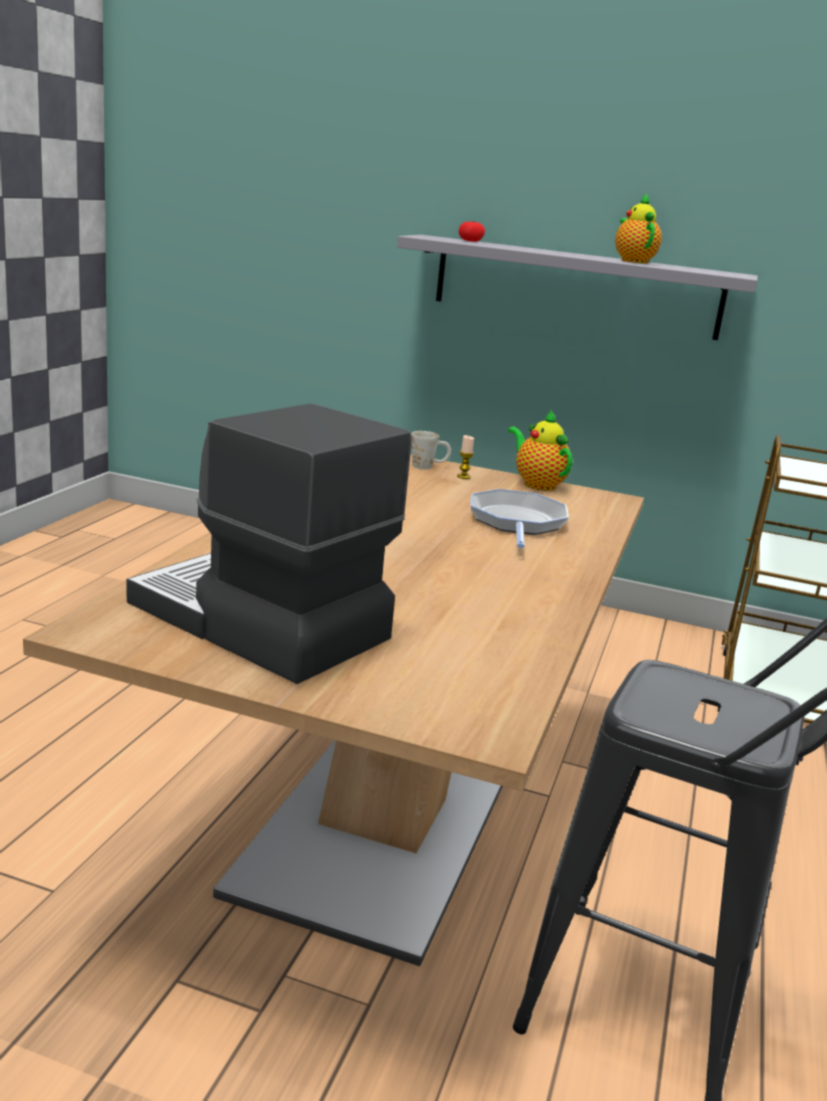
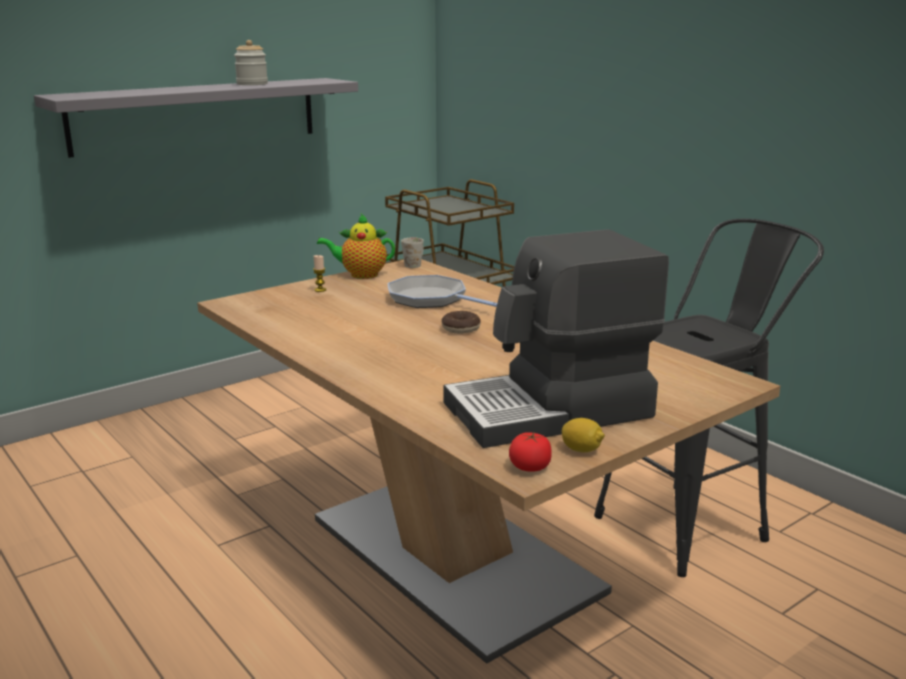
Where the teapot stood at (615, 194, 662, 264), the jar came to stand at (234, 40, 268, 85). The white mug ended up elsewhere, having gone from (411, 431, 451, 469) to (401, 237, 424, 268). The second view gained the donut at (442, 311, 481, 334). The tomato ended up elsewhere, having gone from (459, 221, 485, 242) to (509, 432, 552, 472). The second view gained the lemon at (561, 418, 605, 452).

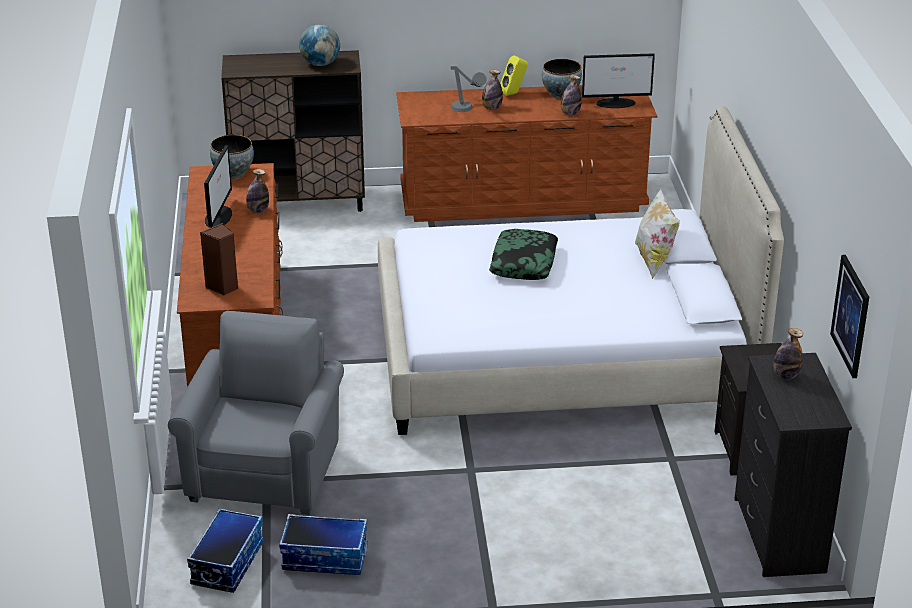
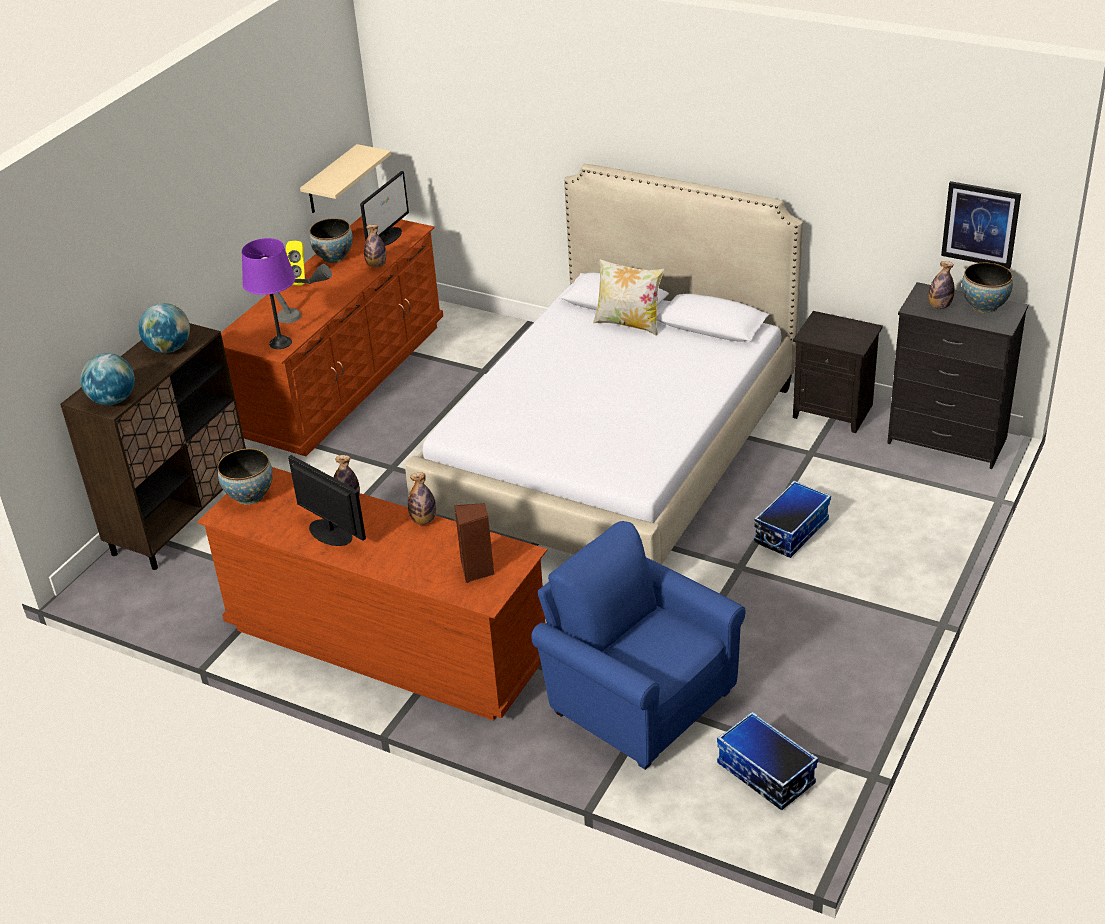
The second view gained the globe at (81, 353, 135, 405). The second view gained the purple table lamp at (242, 238, 295, 349). The second view gained the beige shelf at (300, 144, 391, 213). The bottle ended up elsewhere, having gone from (482, 70, 503, 110) to (408, 472, 436, 525). What was the grey armchair at (168, 311, 344, 515) turned into the blue armchair at (531, 521, 746, 770). The storage box ended up elsewhere, having gone from (279, 514, 367, 575) to (754, 481, 831, 558). The second view gained the bowl at (962, 263, 1013, 313). The second view lost the pillow at (489, 229, 558, 280).

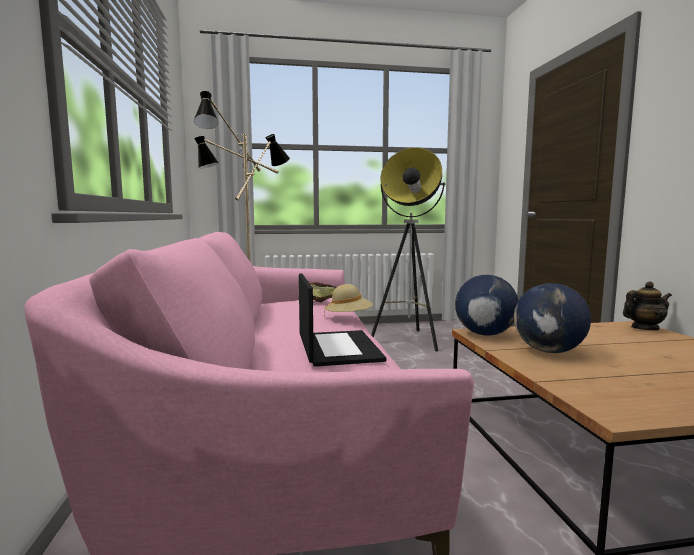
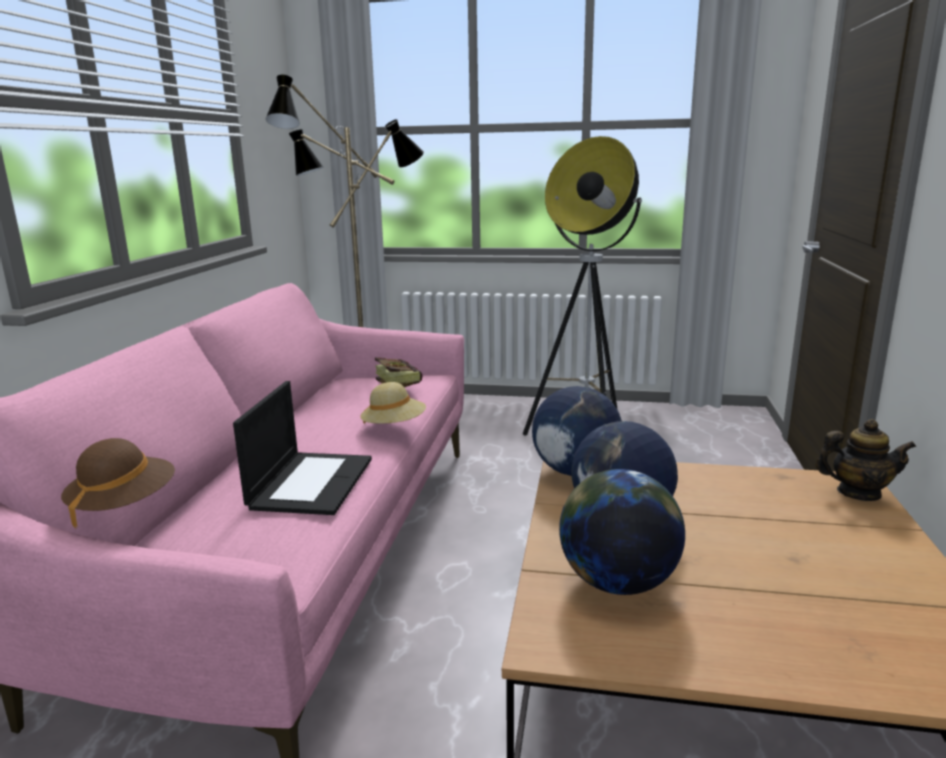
The second view gained the brown hat at (61, 438, 175, 529). The second view gained the globe at (559, 469, 685, 595).

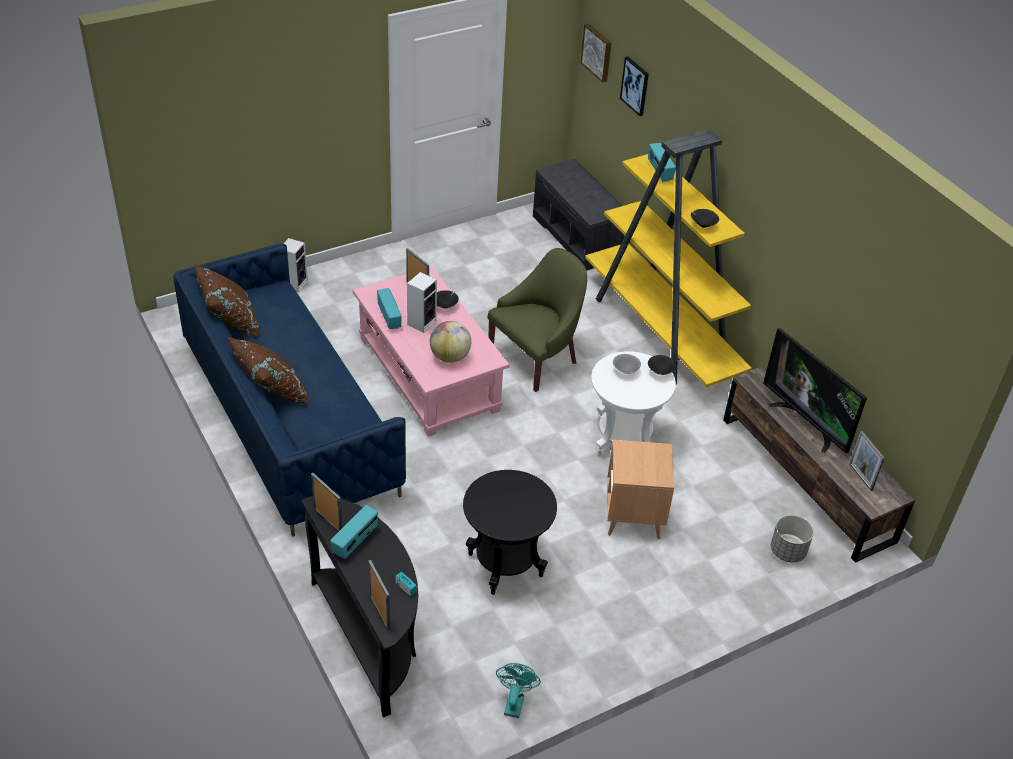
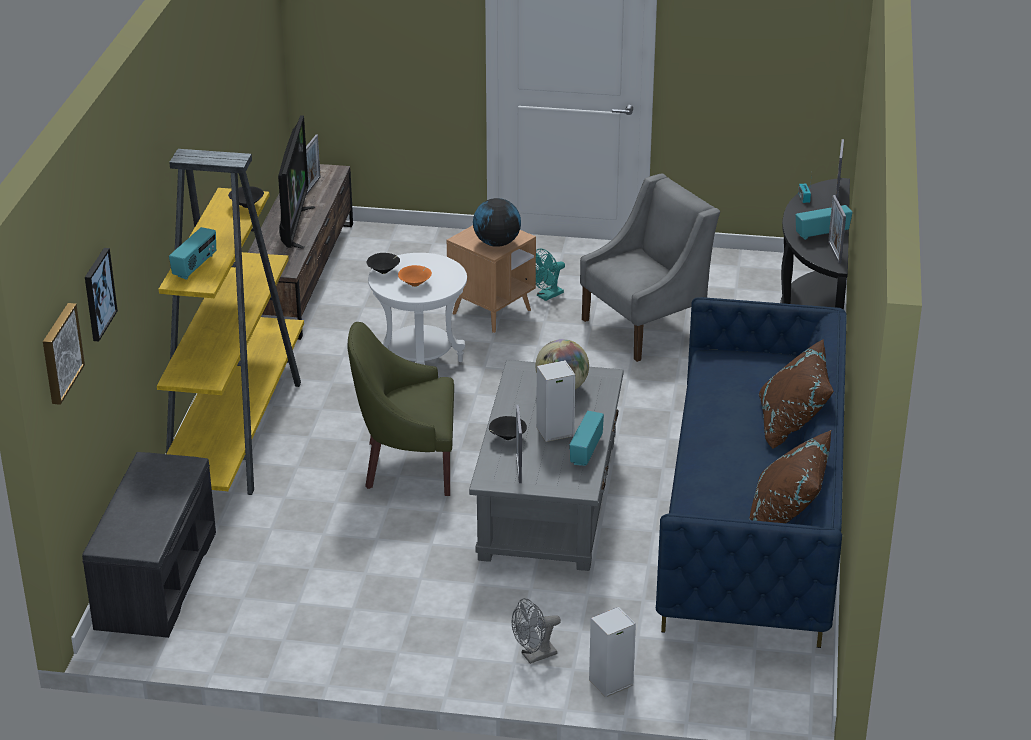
What was the grey bowl at (613, 354, 641, 374) turned into the orange bowl at (398, 265, 432, 287). What was the pink coffee table at (353, 266, 510, 437) turned into the grey coffee table at (469, 360, 624, 571). The second view gained the globe at (473, 198, 521, 247). The second view gained the grey fan at (512, 598, 561, 664). The turquoise fan ended up elsewhere, having gone from (496, 663, 541, 718) to (536, 249, 565, 301). Where the black side table stood at (463, 470, 557, 595), the grey armchair came to stand at (580, 173, 720, 362). The second view lost the grey planter at (771, 515, 814, 563).

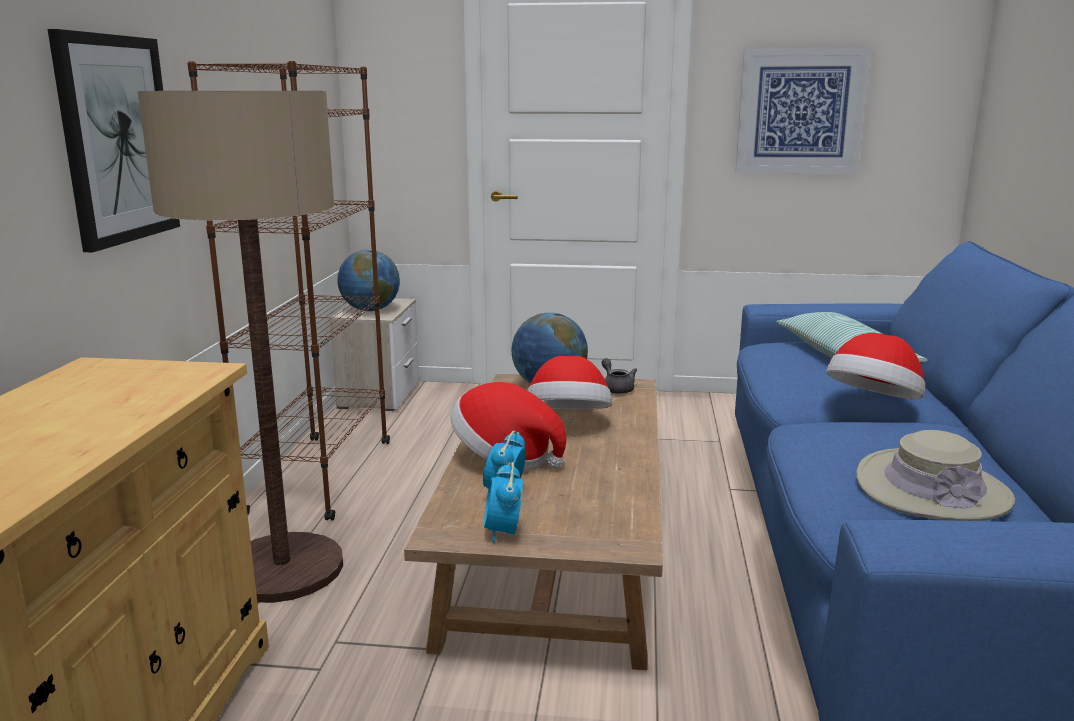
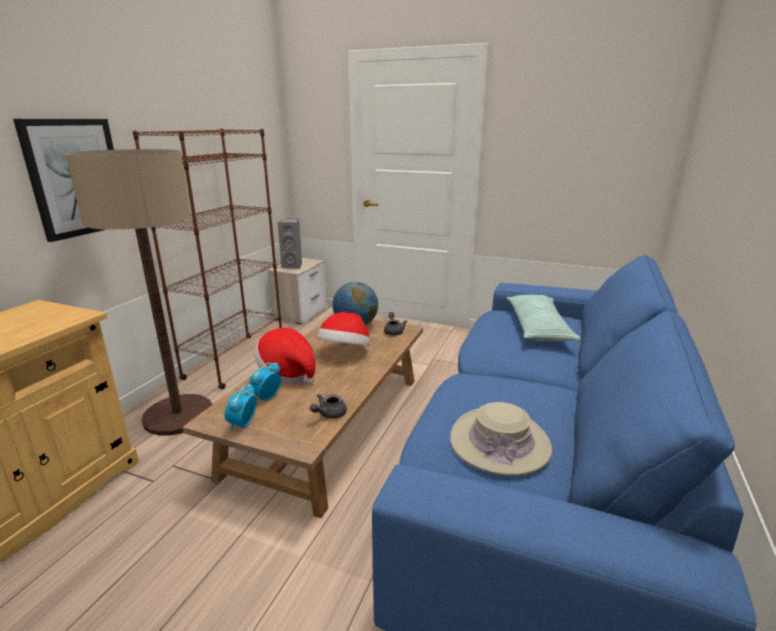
Where the globe stood at (338, 250, 400, 311), the grey speaker came to stand at (277, 219, 302, 269). The second view gained the grey teapot at (310, 394, 347, 419). The second view lost the picture at (736, 47, 871, 174). The second view lost the hat at (826, 333, 925, 400).

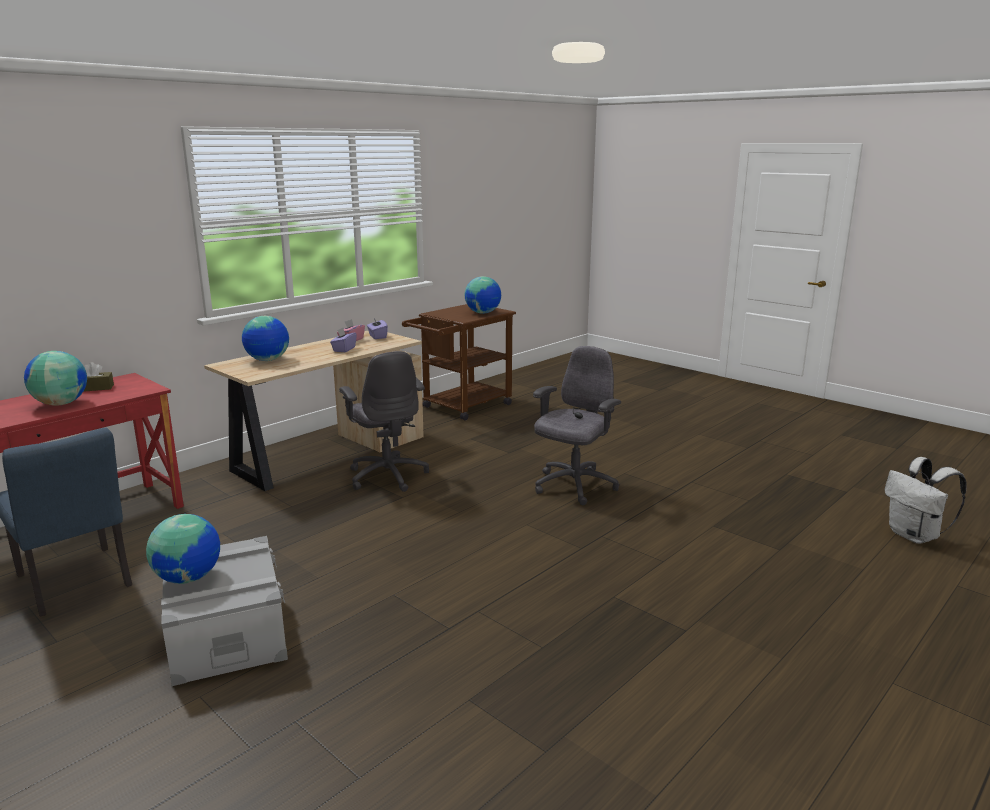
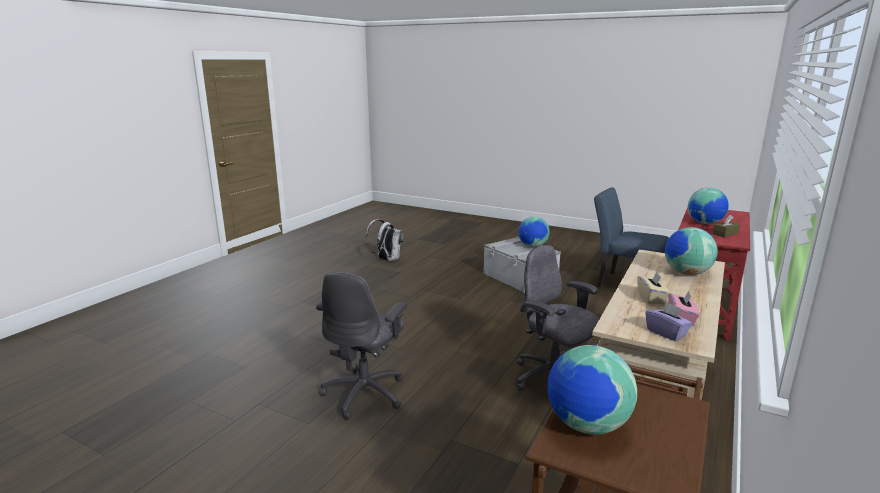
The white backpack ended up elsewhere, having gone from (885, 457, 967, 544) to (366, 219, 403, 261). What was the purple tissue box at (330, 328, 357, 352) turned into the beige tissue box at (637, 272, 670, 304).

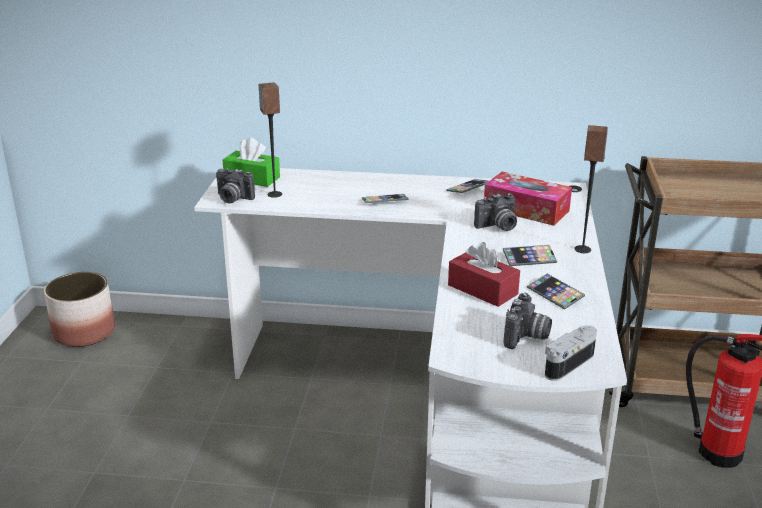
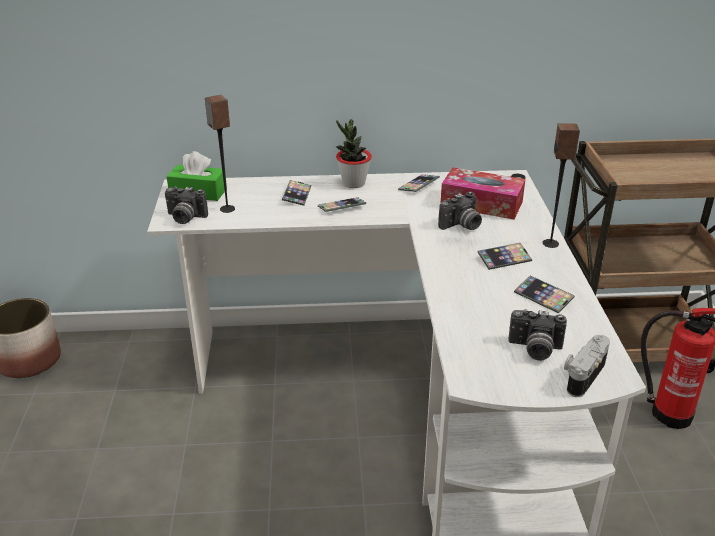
The second view gained the phone at (282, 180, 312, 206). The second view gained the potted plant at (336, 119, 372, 188). The photo camera at (503, 293, 552, 349) ended up facing another way, 90 degrees clockwise from before. The second view lost the red tissue box at (448, 242, 520, 307).

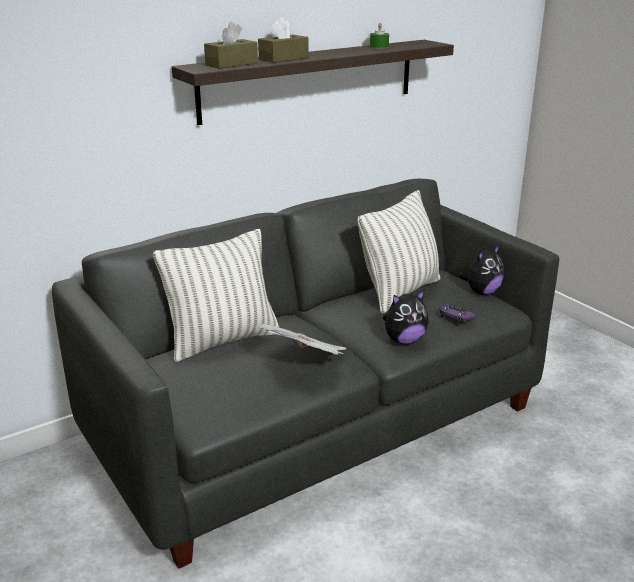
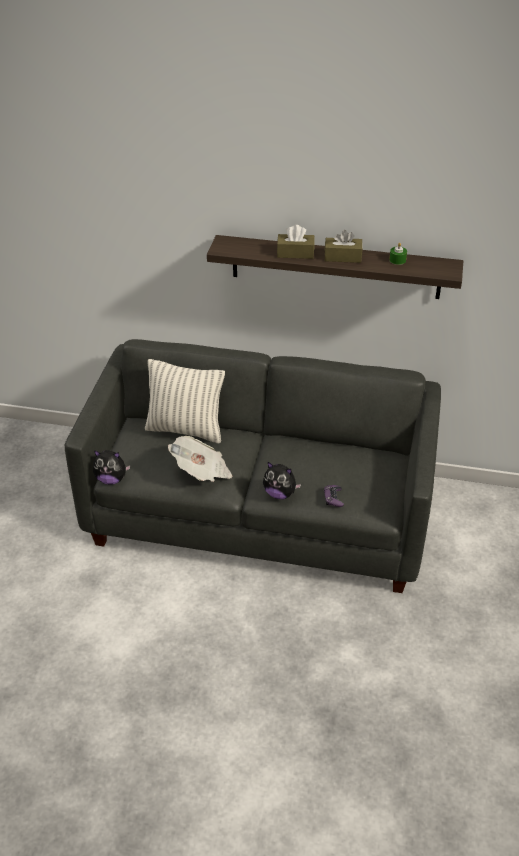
The plush toy ended up elsewhere, having gone from (458, 244, 504, 295) to (93, 450, 131, 485). The brown tissue box ended up elsewhere, having gone from (204, 22, 258, 69) to (324, 230, 362, 263). The second view lost the pillow at (357, 190, 440, 314).

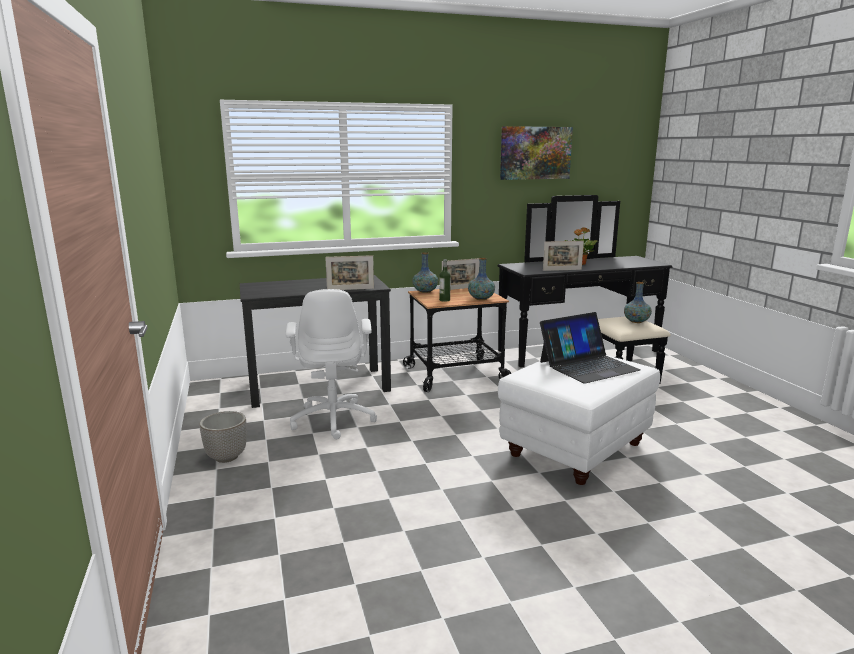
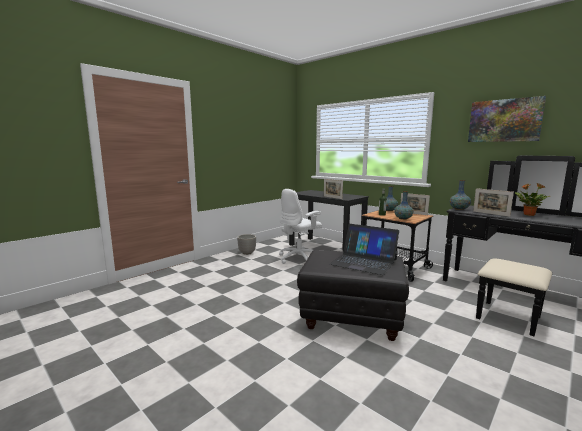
What was the white ottoman at (498, 355, 660, 485) turned into the black ottoman at (297, 250, 409, 341). The vase ended up elsewhere, having gone from (624, 282, 652, 323) to (450, 180, 471, 210).

